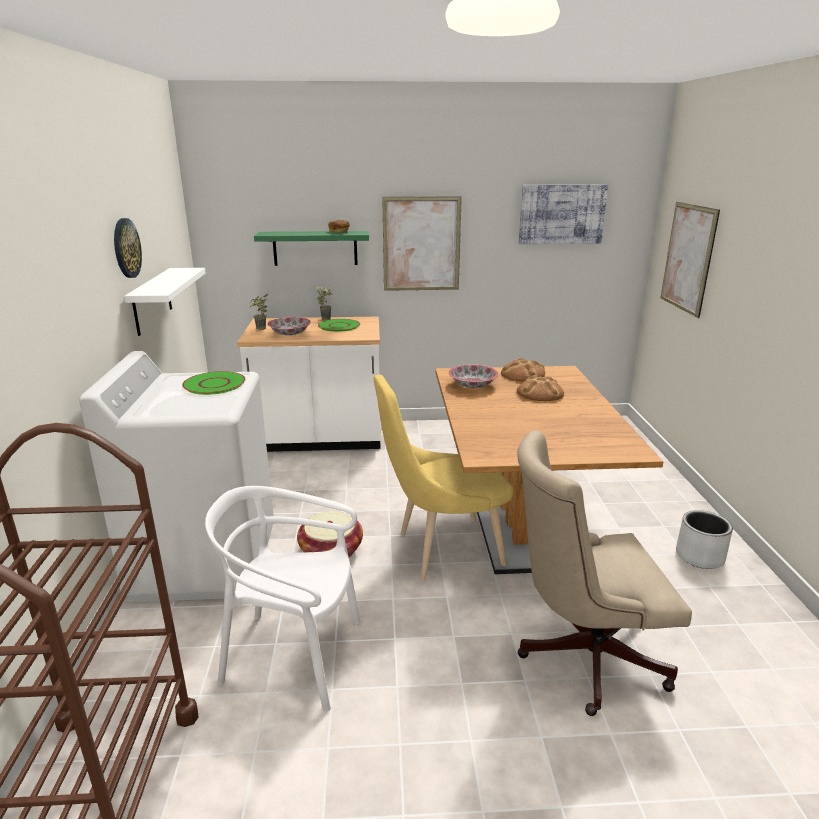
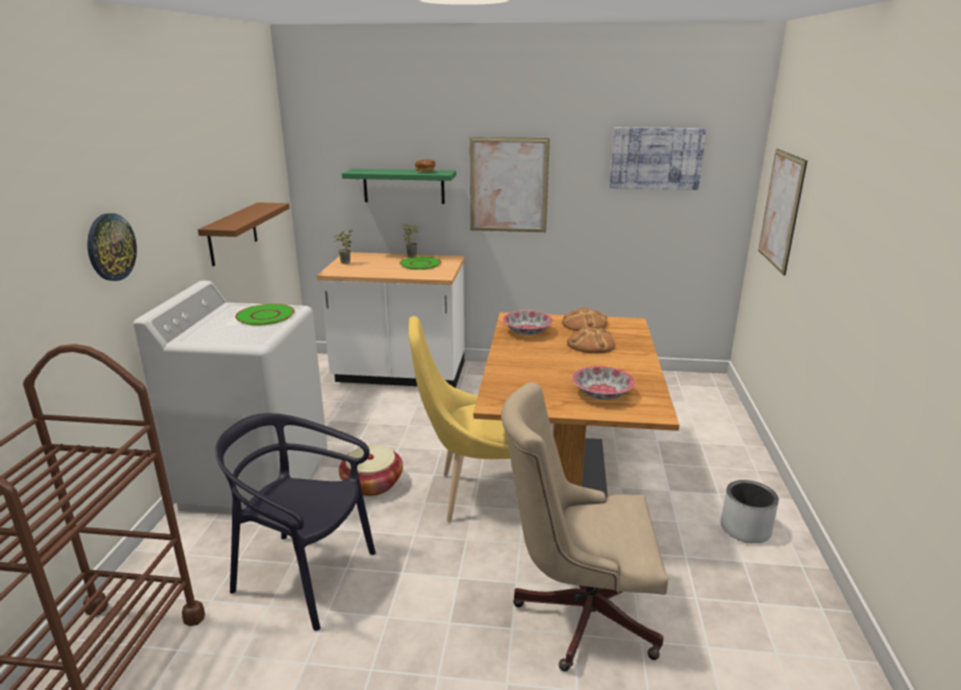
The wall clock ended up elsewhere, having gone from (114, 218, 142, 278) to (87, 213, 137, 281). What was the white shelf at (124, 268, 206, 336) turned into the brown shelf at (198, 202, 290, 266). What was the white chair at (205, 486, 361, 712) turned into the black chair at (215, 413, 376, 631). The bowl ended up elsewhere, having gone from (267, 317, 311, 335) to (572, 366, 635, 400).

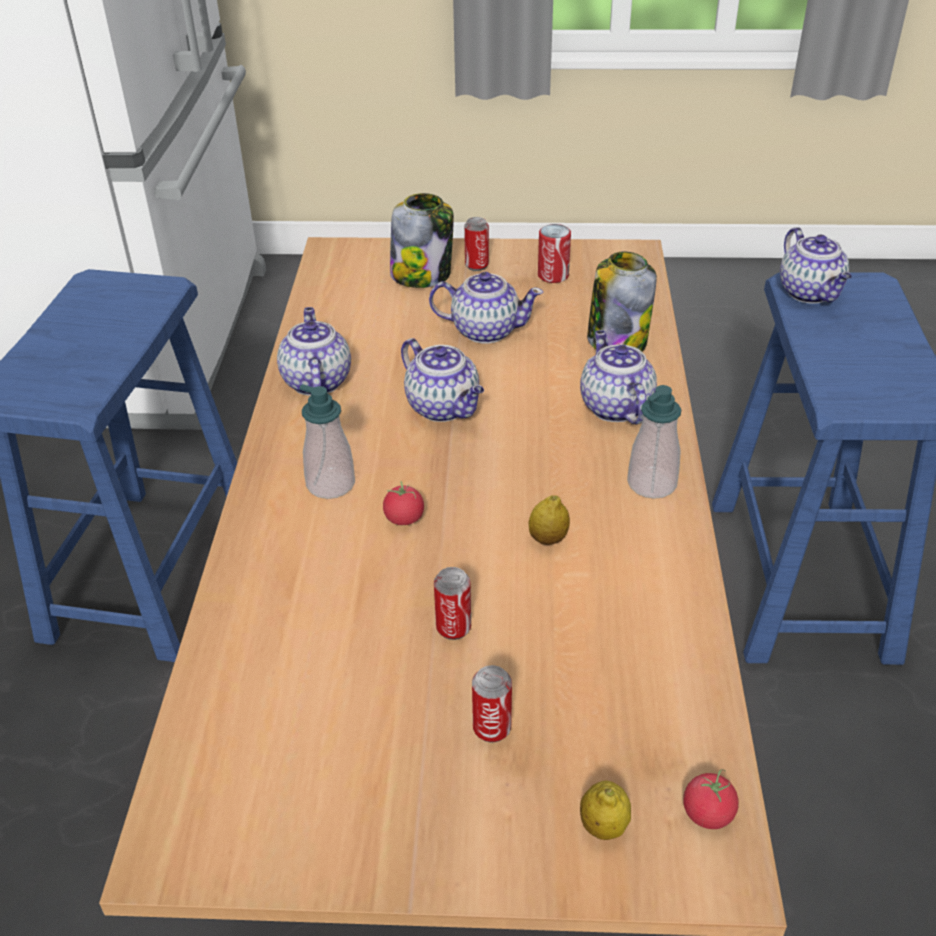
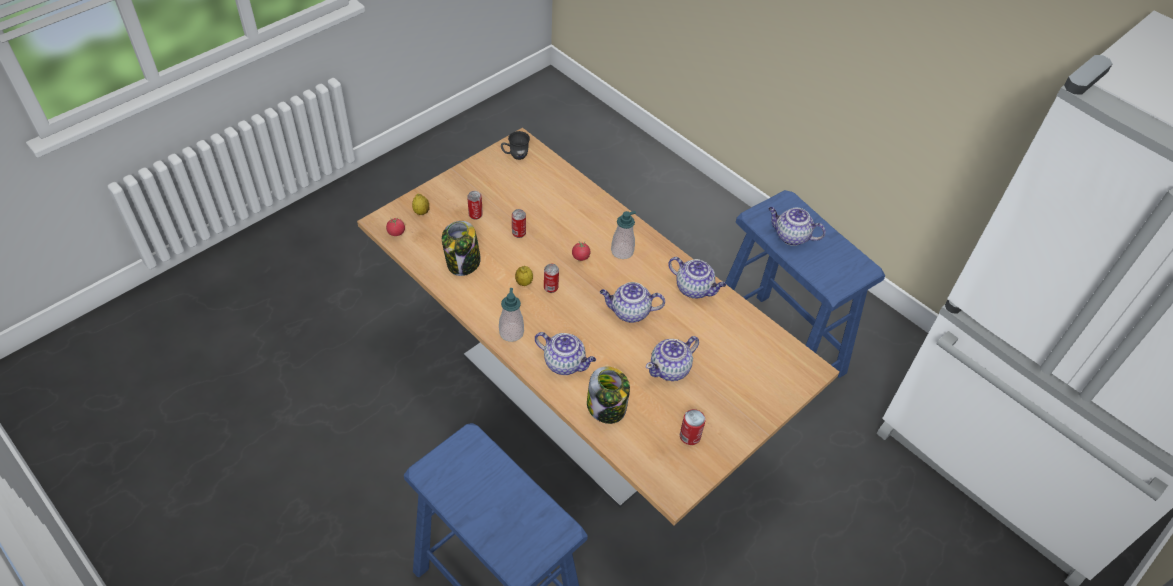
The jar ended up elsewhere, having gone from (390, 193, 454, 288) to (442, 221, 481, 276). The second view gained the grey mug at (501, 131, 530, 160). The can ended up elsewhere, having gone from (464, 217, 489, 271) to (544, 264, 559, 293). The teapot ended up elsewhere, having gone from (780, 227, 852, 304) to (768, 207, 826, 246).

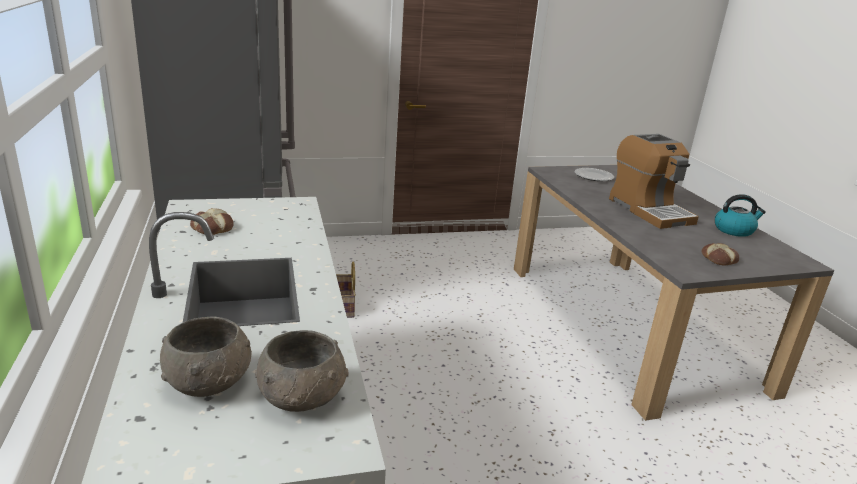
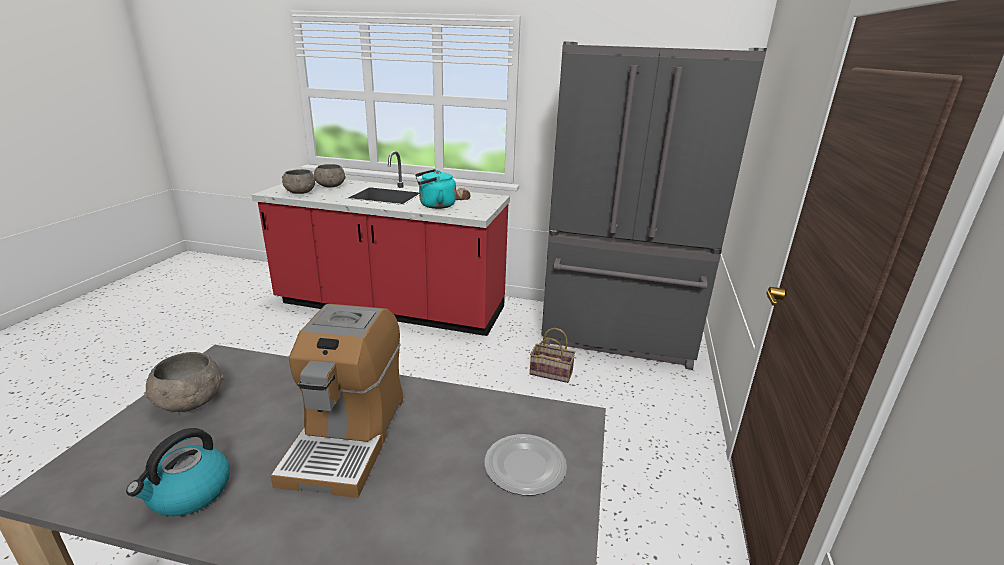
Where the bread stood at (702, 243, 739, 266), the grey bowl came to stand at (144, 352, 224, 412). The coffee machine at (609, 134, 699, 229) ended up facing another way, 90 degrees counterclockwise from before. The second view gained the turquoise kettle at (415, 169, 456, 209).

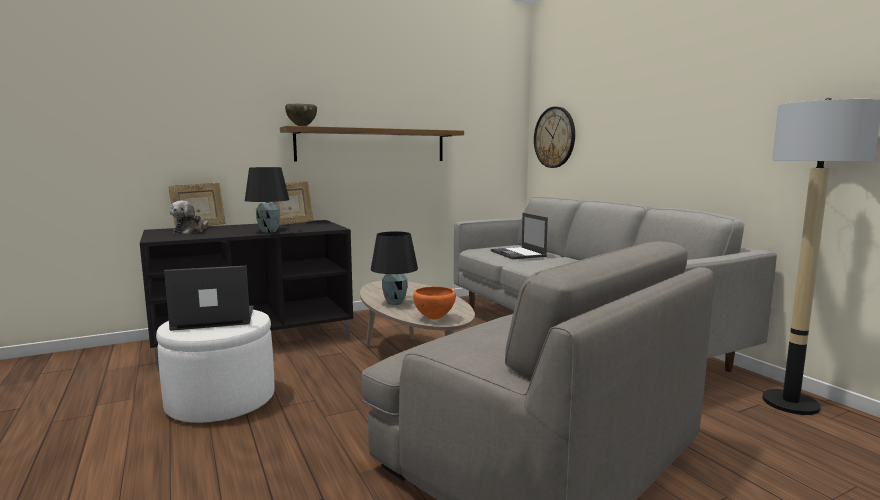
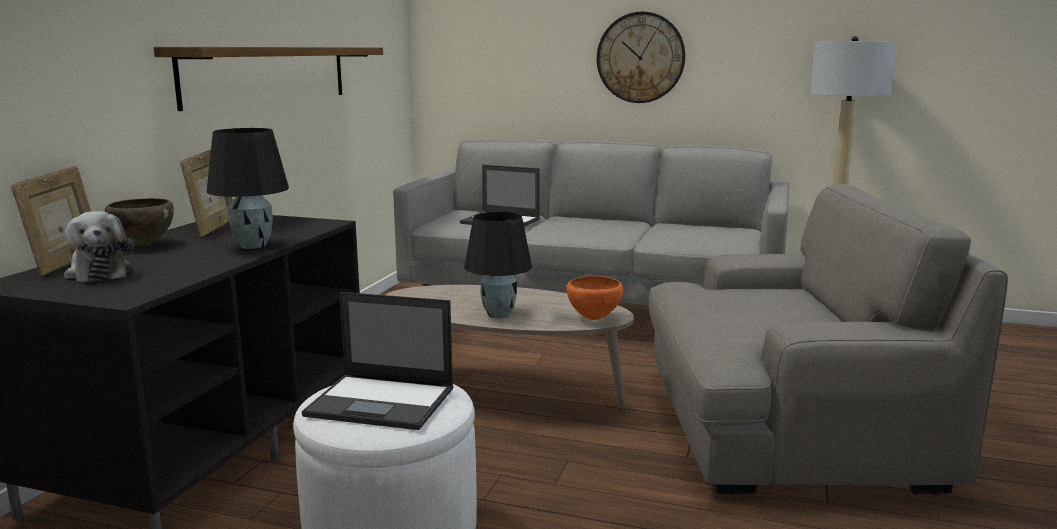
The brown bowl ended up elsewhere, having gone from (285, 104, 317, 126) to (105, 198, 174, 245). The laptop at (164, 266, 253, 331) ended up facing another way, 105 degrees counterclockwise from before. The wall clock ended up elsewhere, having gone from (534, 107, 575, 168) to (597, 11, 685, 103).

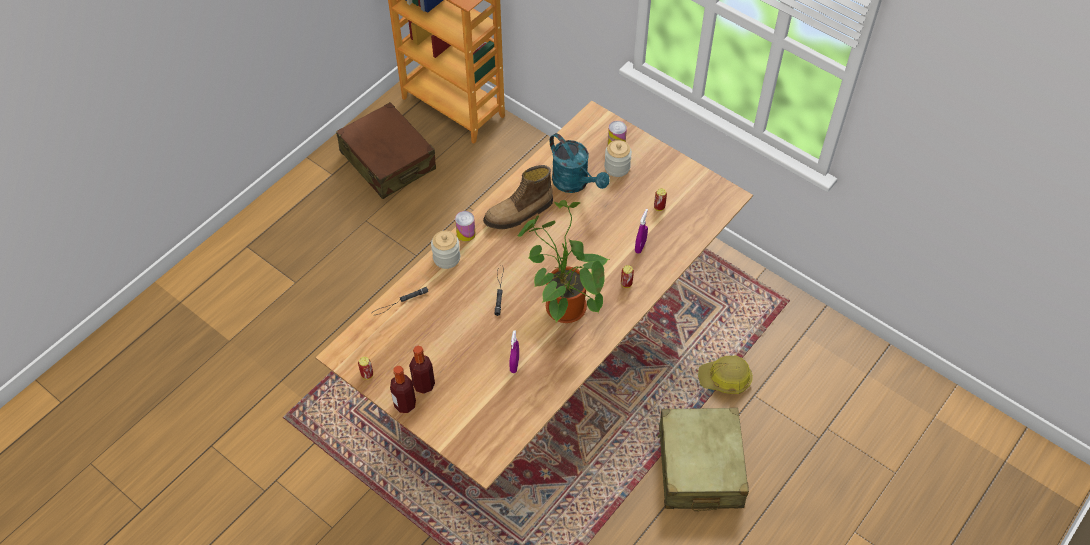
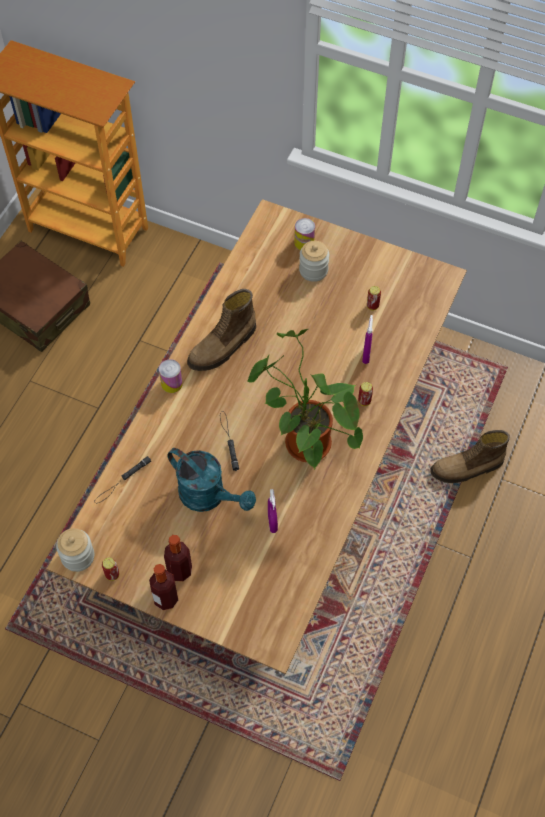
The jar ended up elsewhere, having gone from (431, 231, 460, 269) to (56, 528, 94, 572). The turquoise watering can ended up elsewhere, having gone from (550, 133, 610, 193) to (167, 448, 256, 512). Where the hard hat stood at (698, 356, 753, 394), the boot came to stand at (430, 430, 510, 483). The second view lost the beige suitcase at (658, 408, 749, 511).

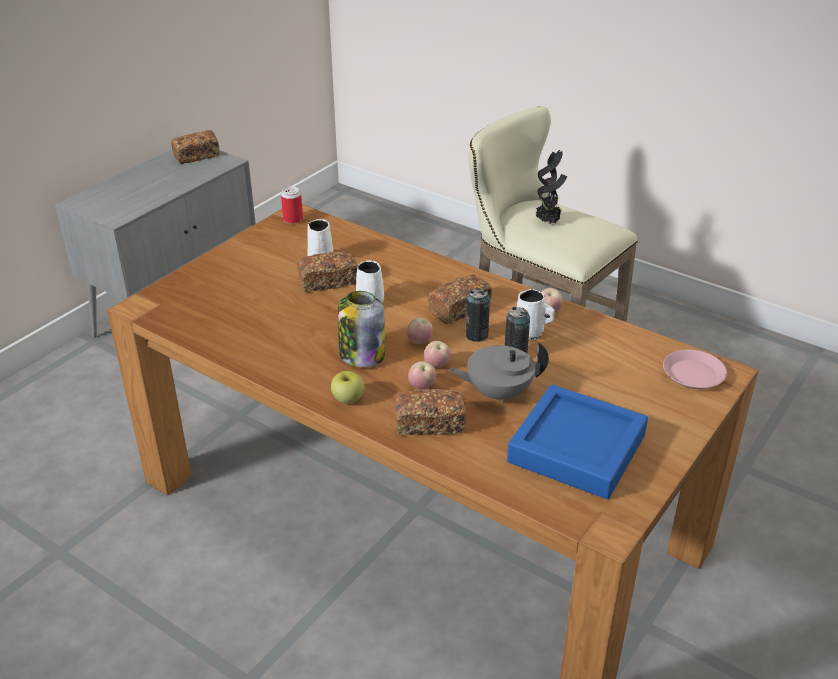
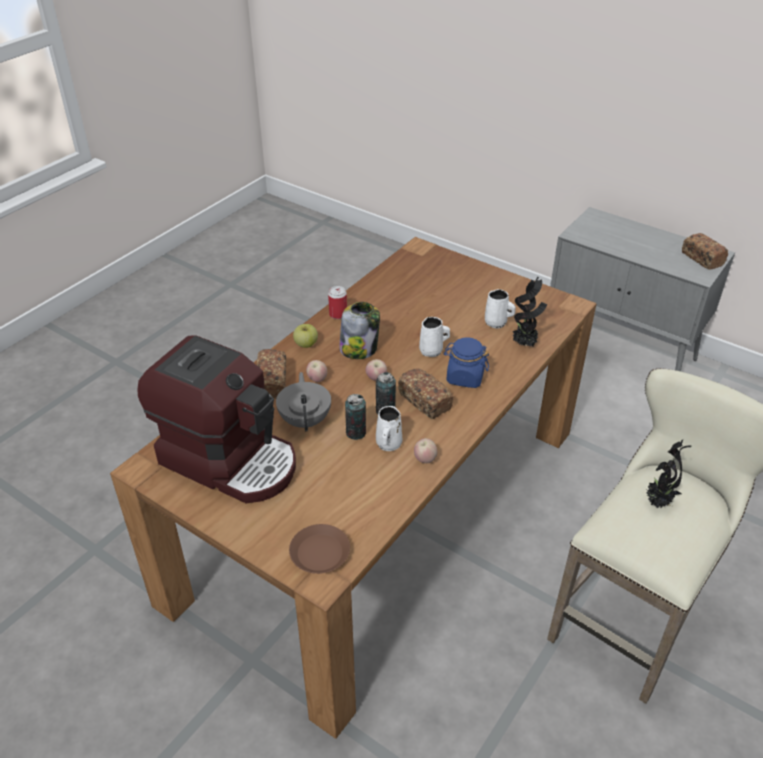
Where the blue tray stood at (507, 385, 648, 499), the coffee machine came to stand at (138, 335, 296, 503). What was the pink plate at (663, 350, 727, 389) turned into the brown plate at (289, 524, 350, 574). The can ended up elsewhere, having gone from (281, 186, 303, 224) to (328, 286, 347, 319). The second view gained the blue jar at (444, 337, 489, 388). The second view gained the potted plant at (513, 277, 547, 347). The second view lost the bread at (297, 252, 357, 292). The second view lost the apple at (424, 341, 451, 368).

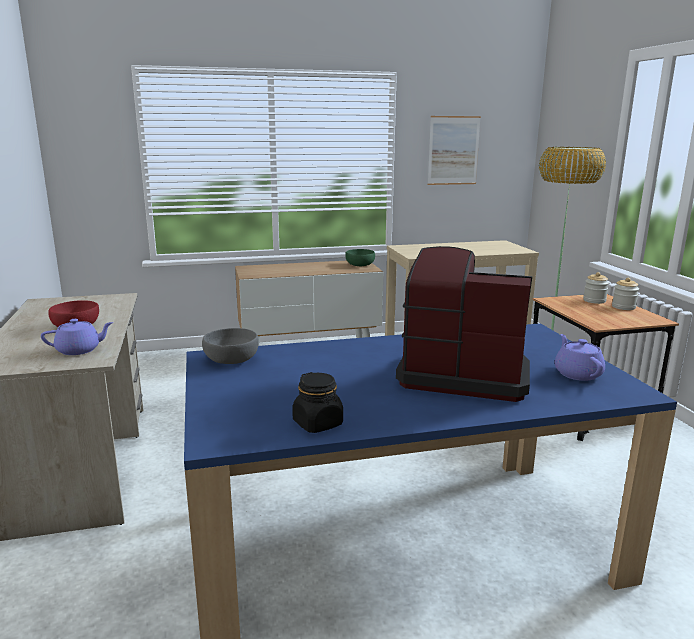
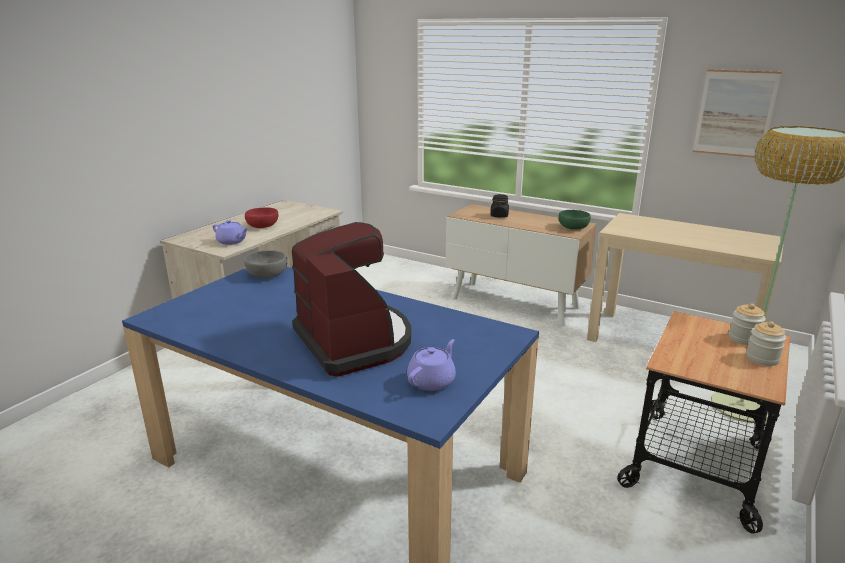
The black jar ended up elsewhere, having gone from (292, 372, 343, 433) to (491, 194, 509, 218).

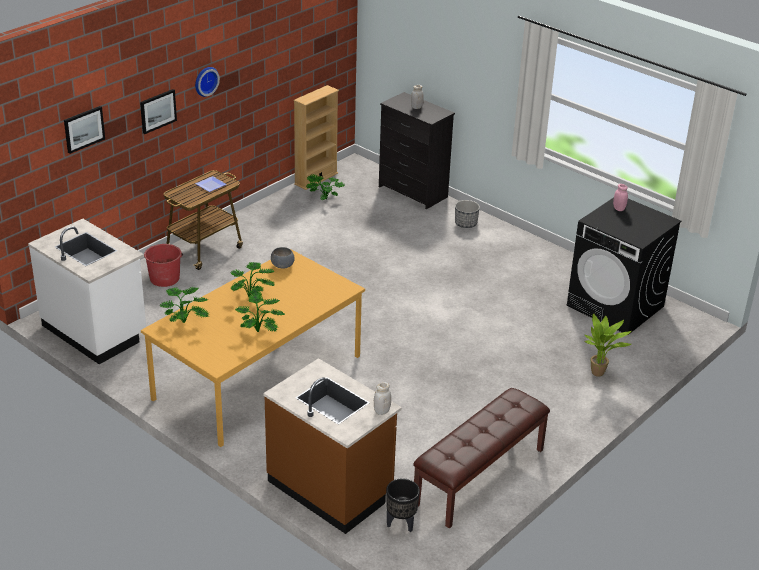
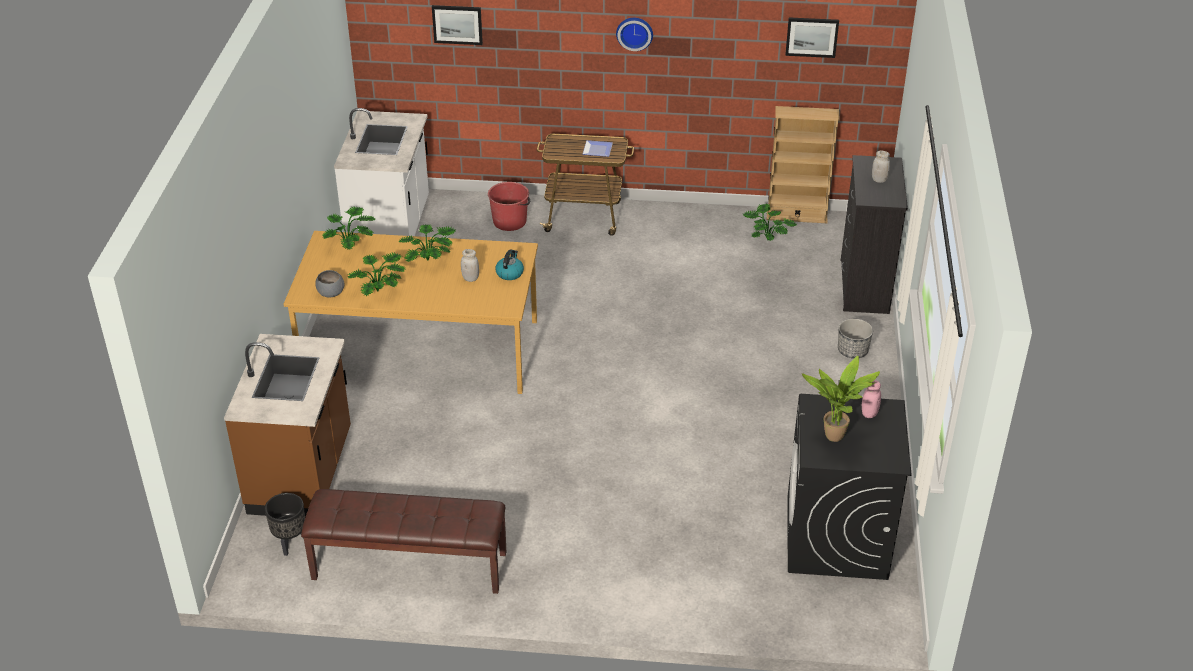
The grey bowl ended up elsewhere, having gone from (271, 247, 295, 269) to (315, 270, 344, 297). The white jar ended up elsewhere, having gone from (374, 382, 391, 415) to (461, 249, 479, 282). The second view gained the kettle at (495, 249, 524, 280). The picture ended up elsewhere, having gone from (140, 89, 177, 134) to (785, 17, 839, 58). The potted plant ended up elsewhere, having gone from (584, 313, 632, 377) to (802, 356, 880, 442).

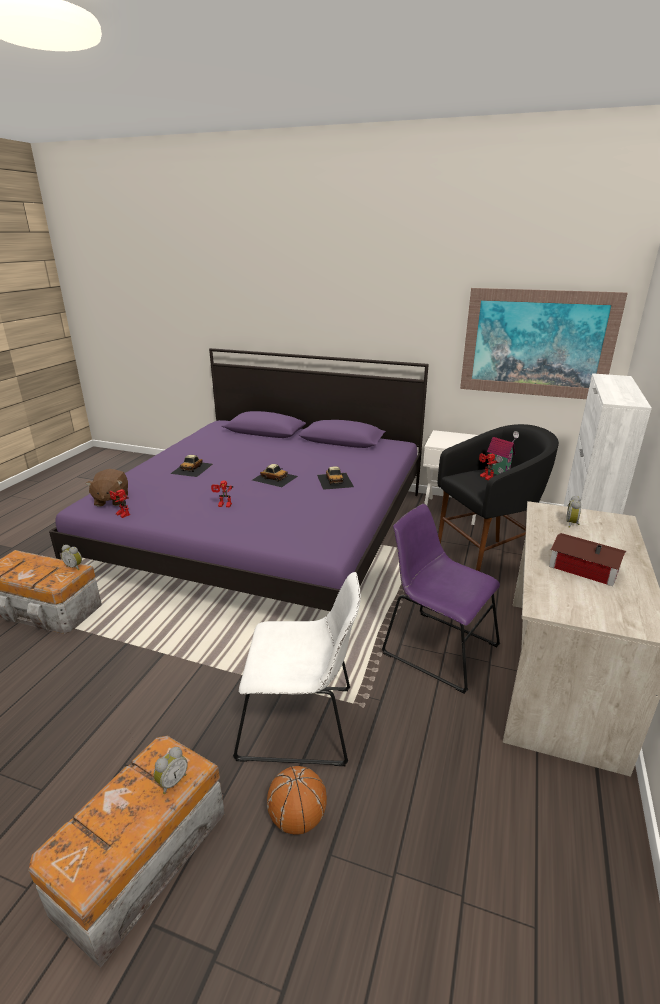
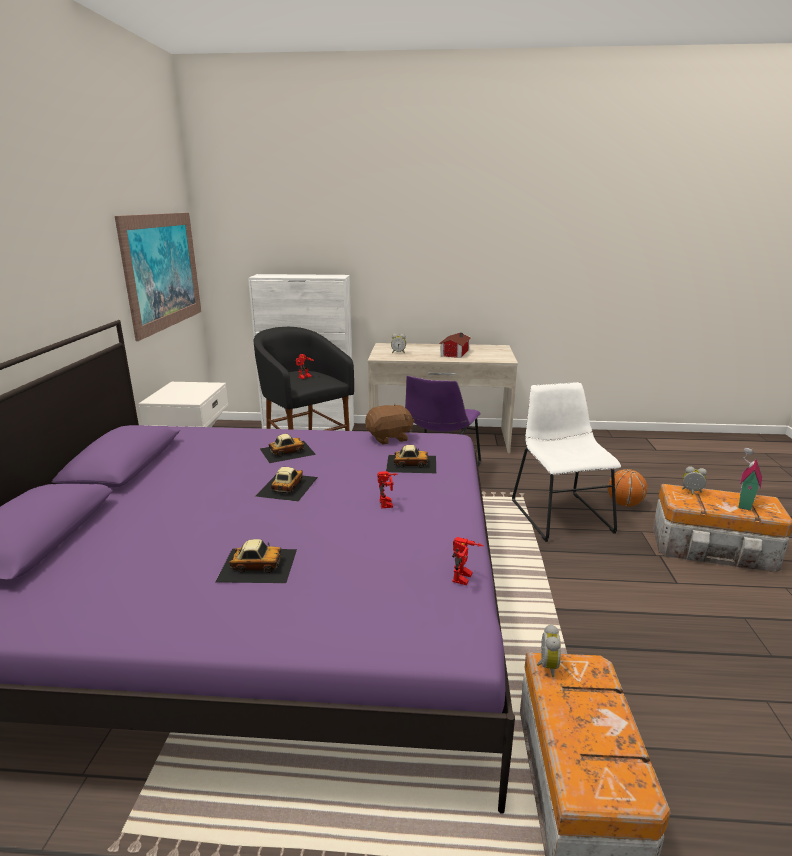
The brown plush toy ended up elsewhere, having gone from (85, 469, 128, 507) to (365, 404, 415, 445). The second view gained the toy car at (386, 445, 436, 473). The toy house ended up elsewhere, having gone from (487, 431, 519, 475) to (738, 448, 762, 511).

